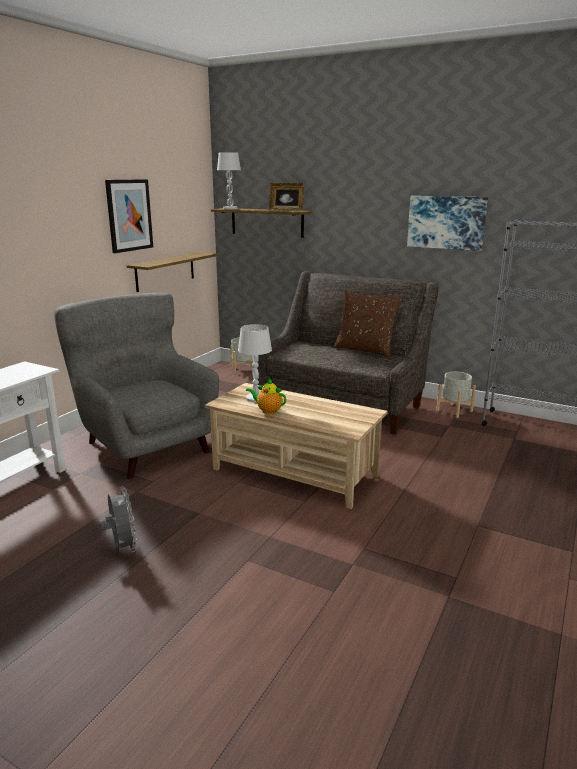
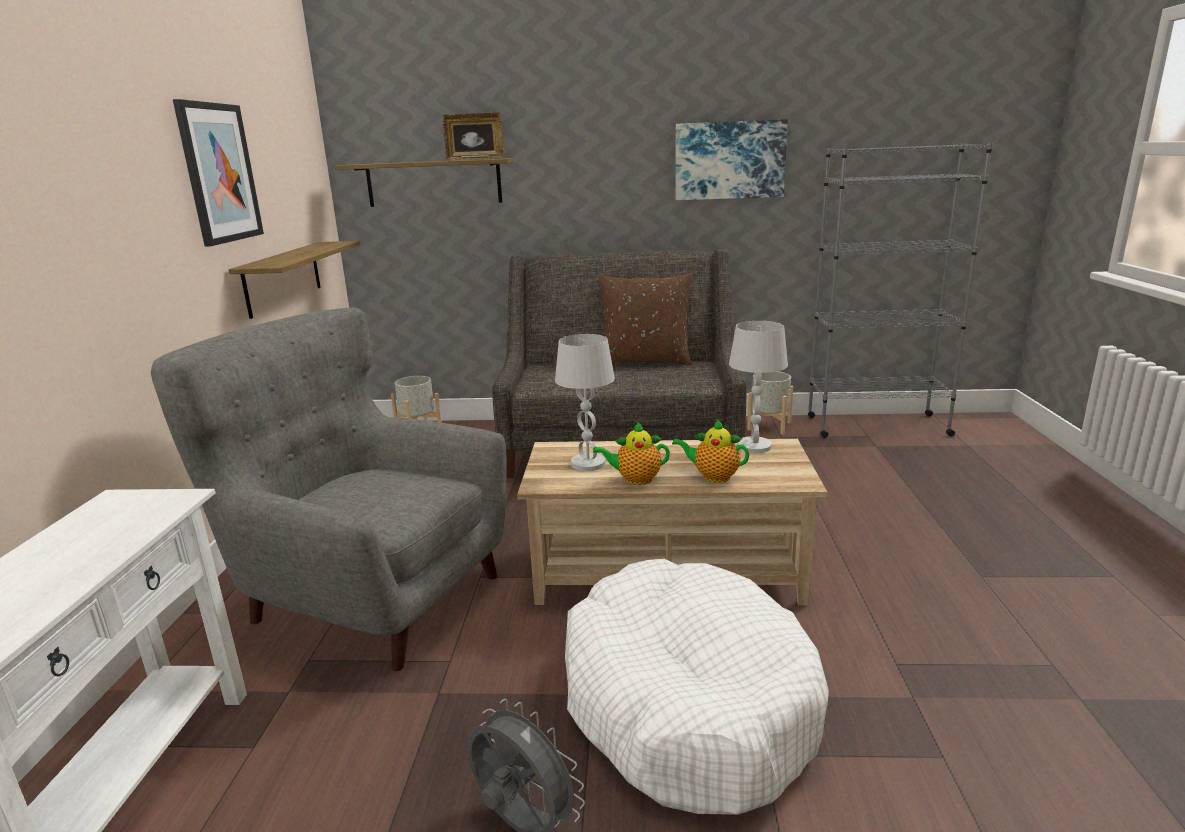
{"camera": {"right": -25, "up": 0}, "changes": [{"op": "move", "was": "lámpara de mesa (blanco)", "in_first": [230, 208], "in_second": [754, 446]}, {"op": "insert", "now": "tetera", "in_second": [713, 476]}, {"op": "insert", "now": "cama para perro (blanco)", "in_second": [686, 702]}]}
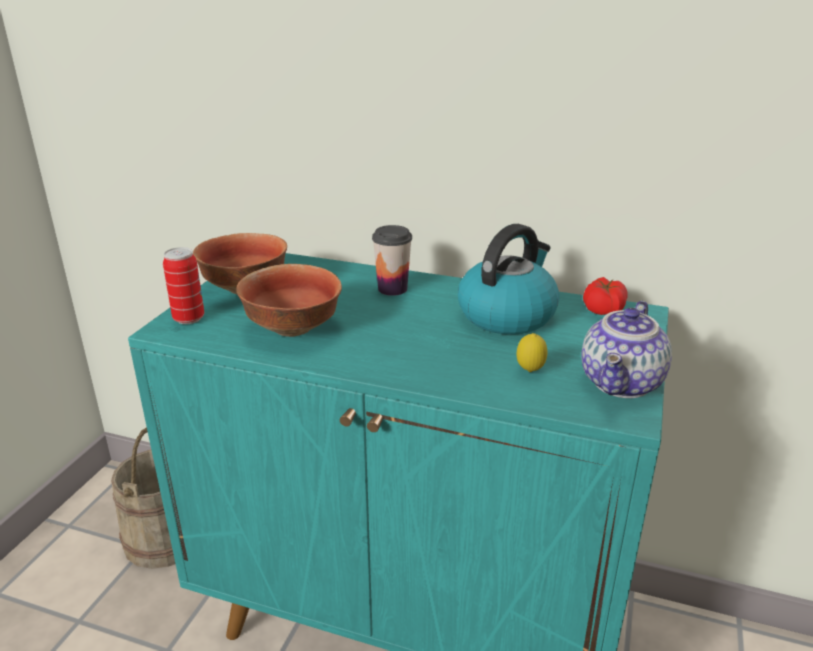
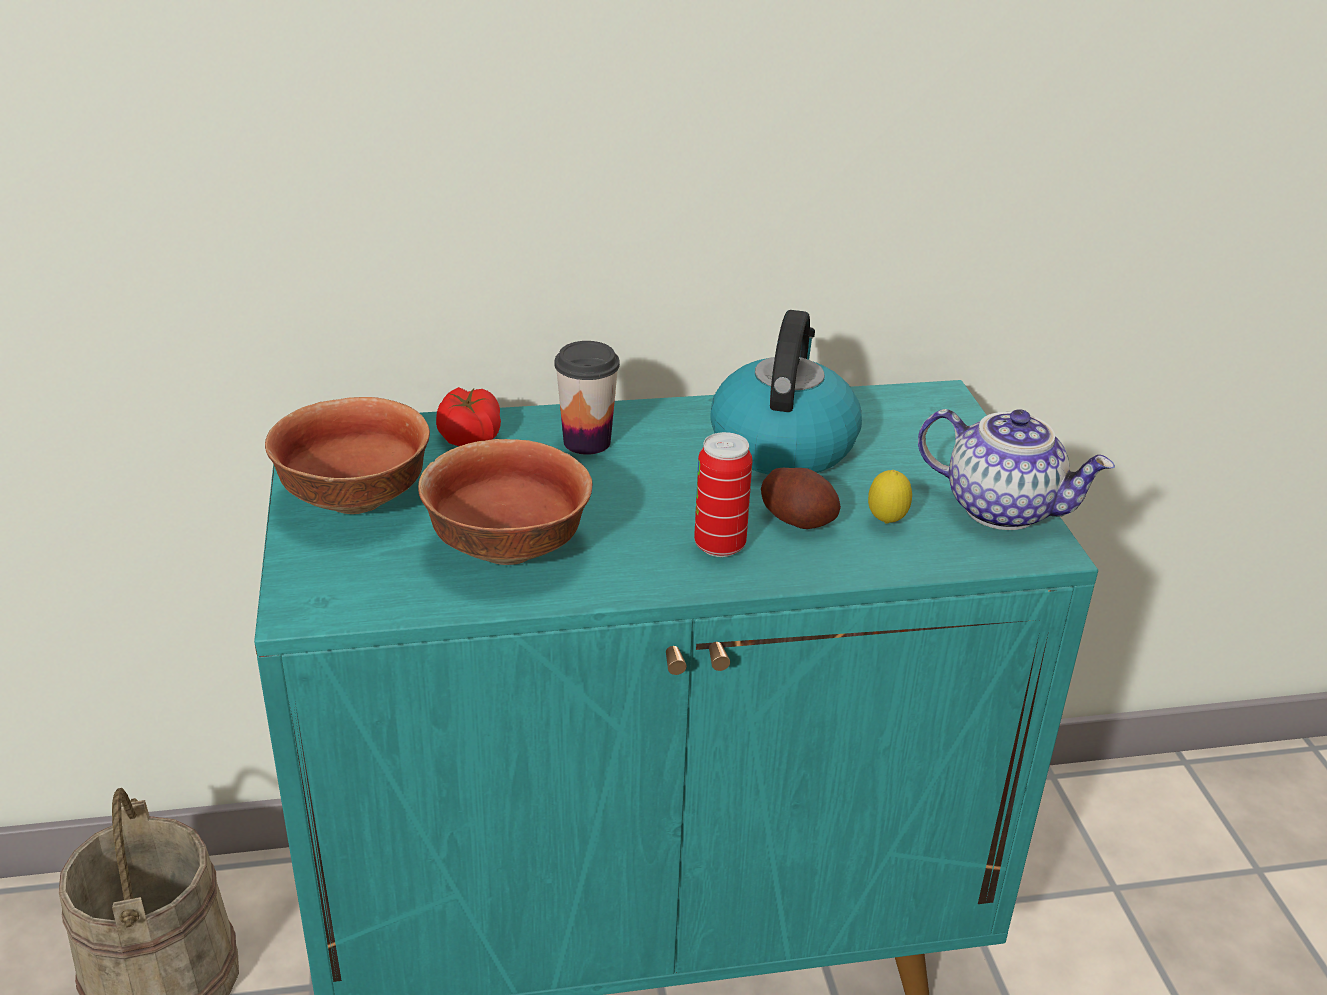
{"camera": {"right": -30, "up": 5}, "changes": [{"op": "move", "was": "lata", "in_first": [189, 318], "in_second": [719, 545]}, {"op": "move", "was": "tomate", "in_first": [603, 308], "in_second": [469, 435]}, {"op": "rotate", "was": "tetera", "in_first": [623, 384], "in_second": [1003, 508], "clockwise": -60}, {"op": "insert", "now": "patata", "in_second": [798, 519]}]}
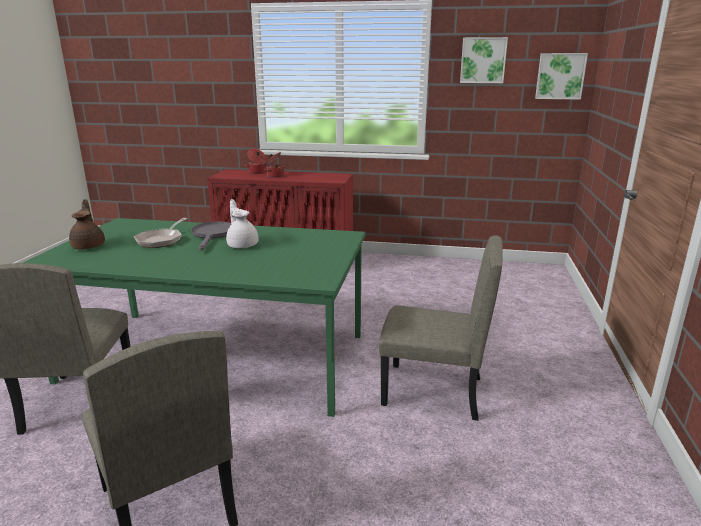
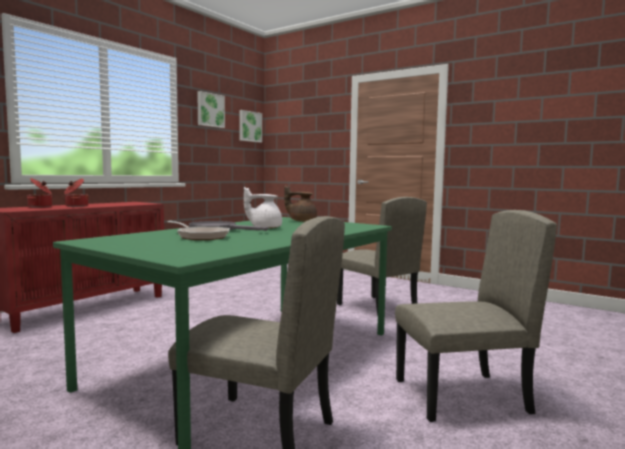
{"camera": {"right": -65, "up": -15}, "changes": [{"op": "move", "was": "tetera (marrón)", "in_first": [89, 246], "in_second": [302, 221]}, {"op": "rotate", "was": "silla (beis)", "in_first": [432, 391], "in_second": [376, 308], "clockwise": 105}]}
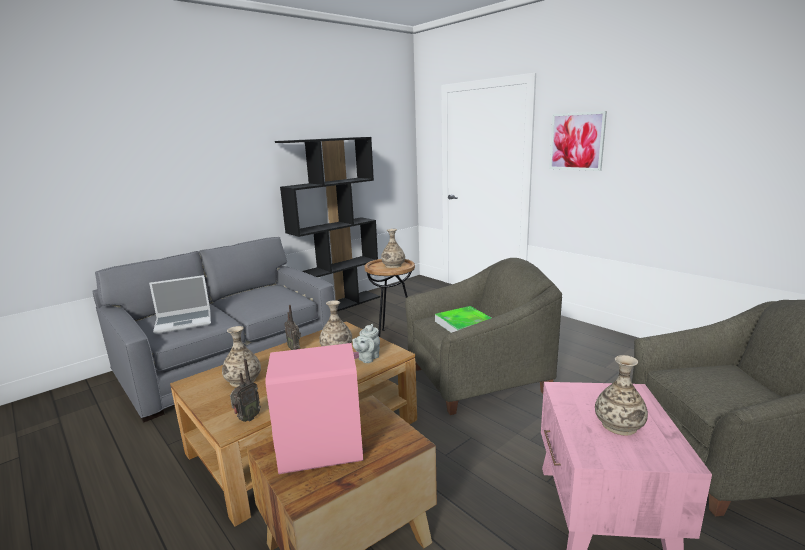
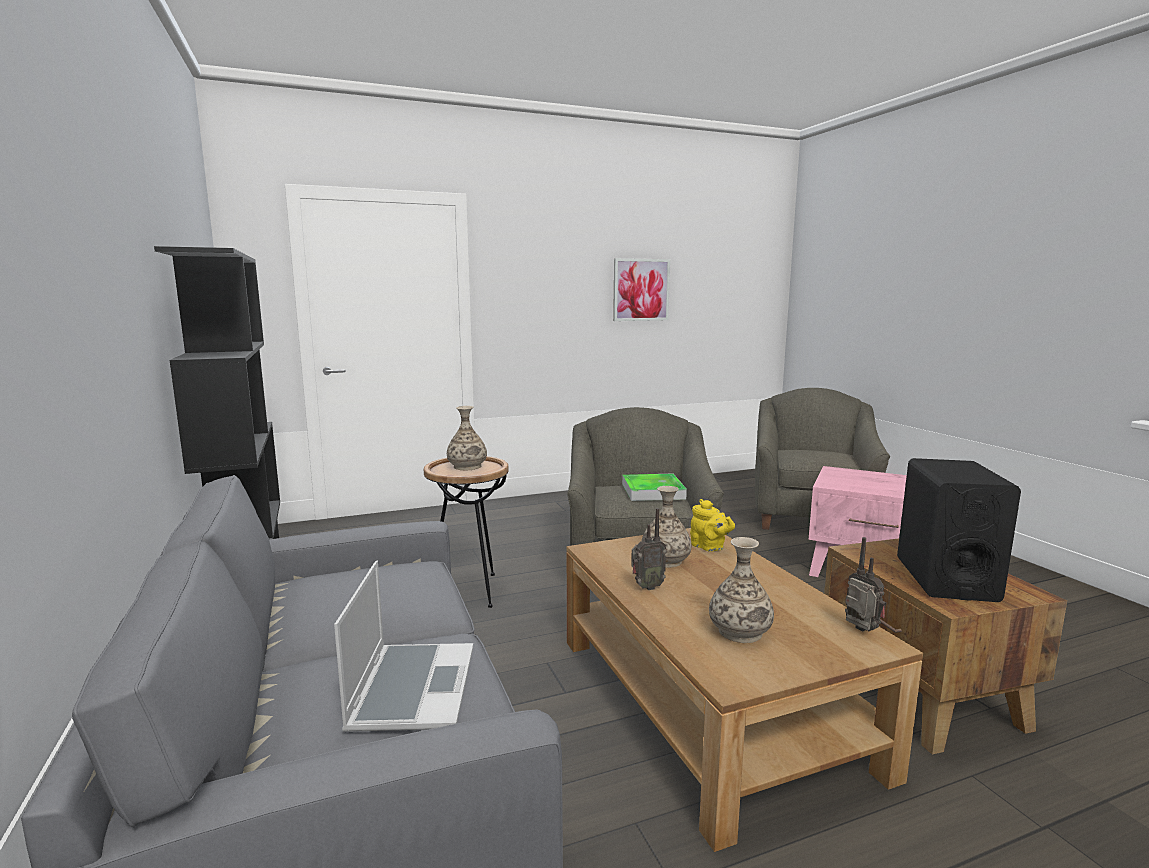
{"camera": {"right": -70, "up": -5}, "changes": [{"op": "move", "was": "cuadro", "in_first": [577, 141], "in_second": [641, 290]}, {"op": "recolor", "was": "tetera (gris)", "now": "tetera (amarillo)", "in_first": [367, 358], "in_second": [709, 547]}, {"op": "recolor", "was": "altavoz (rosa)", "now": "altavoz (negro)", "in_first": [321, 449], "in_second": [945, 579]}, {"op": "delete", "was": "florero", "in_first": [619, 425]}]}
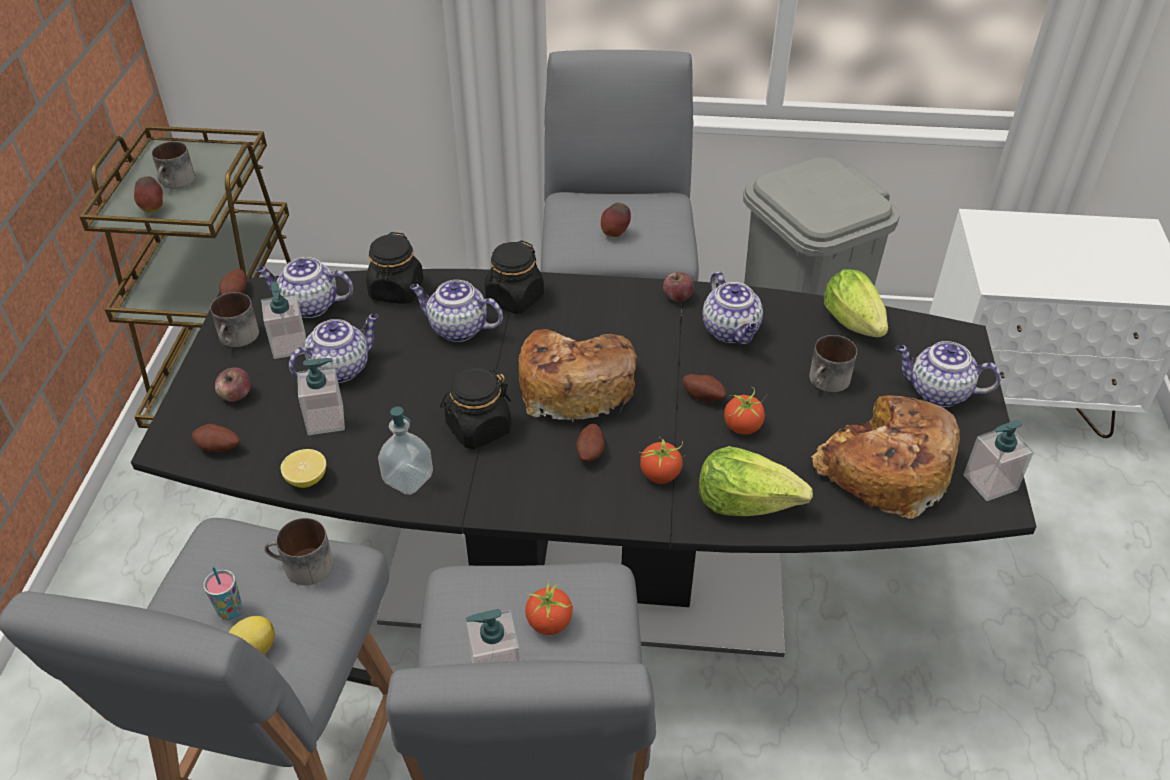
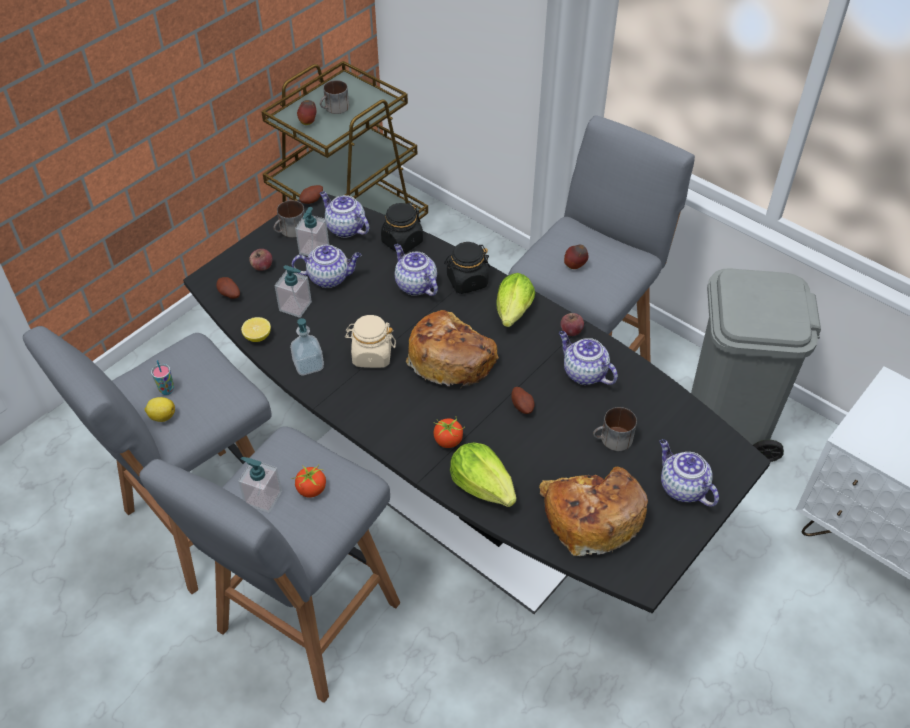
{"camera": {"right": 35, "up": 5}, "changes": [{"op": "move", "was": "lechuga", "in_first": [855, 326], "in_second": [512, 315]}, {"op": "rotate", "was": "tetera", "in_first": [731, 331], "in_second": [583, 373], "clockwise": 120}, {"op": "recolor", "was": "tarro (negro)", "now": "tarro (beis)", "in_first": [478, 428], "in_second": [372, 355]}, {"op": "delete", "was": "tomate", "in_first": [742, 426]}, {"op": "delete", "was": "dispensador de jabón", "in_first": [989, 482]}, {"op": "delete", "was": "patata", "in_first": [591, 452]}, {"op": "delete", "was": "taza grande", "in_first": [302, 567]}]}
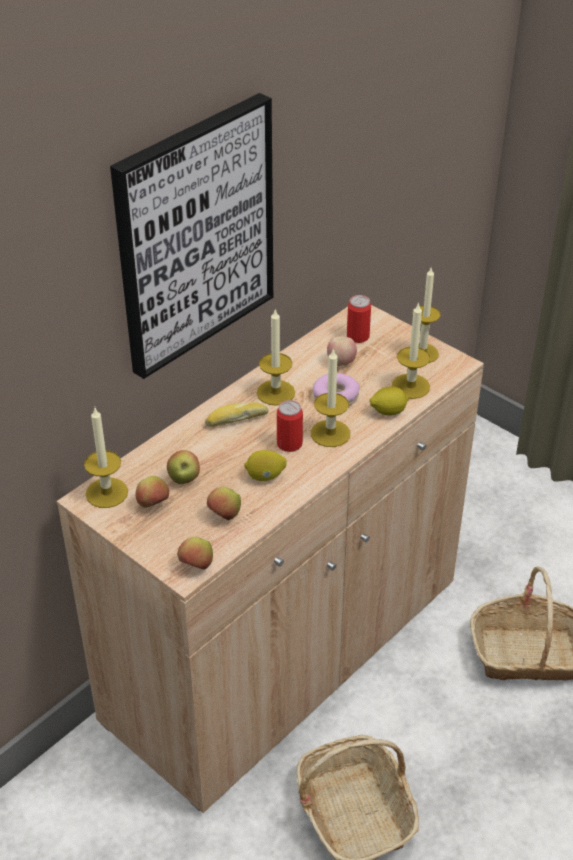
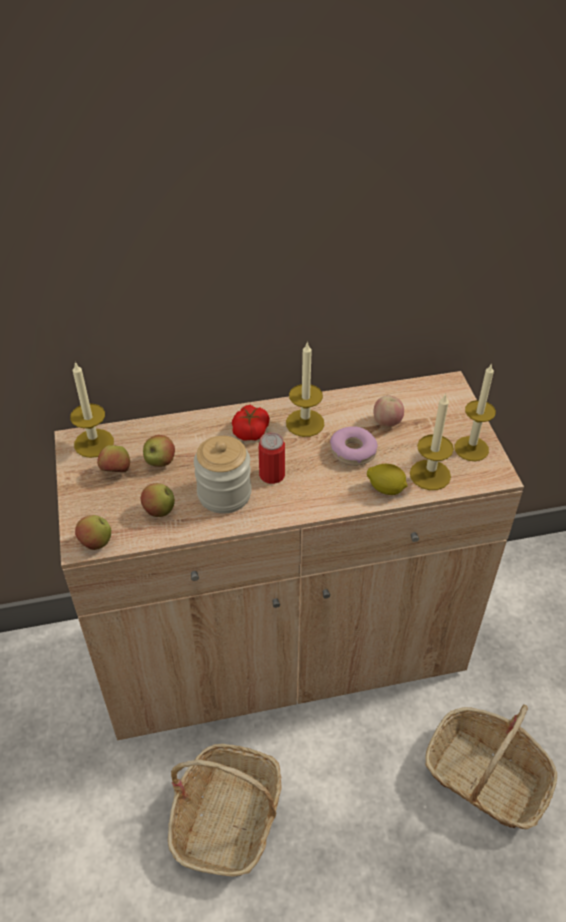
{"camera": {"right": 35, "up": 5}, "changes": [{"op": "delete", "was": "cuadro", "in_first": [194, 235]}, {"op": "delete", "was": "lata", "in_first": [358, 336]}, {"op": "delete", "was": "vela", "in_first": [330, 433]}, {"op": "replace", "was": "pan", "now": "tomate", "in_first": [236, 419], "in_second": [250, 431]}, {"op": "replace", "was": "limón", "now": "tarro", "in_first": [265, 476], "in_second": [224, 494]}]}
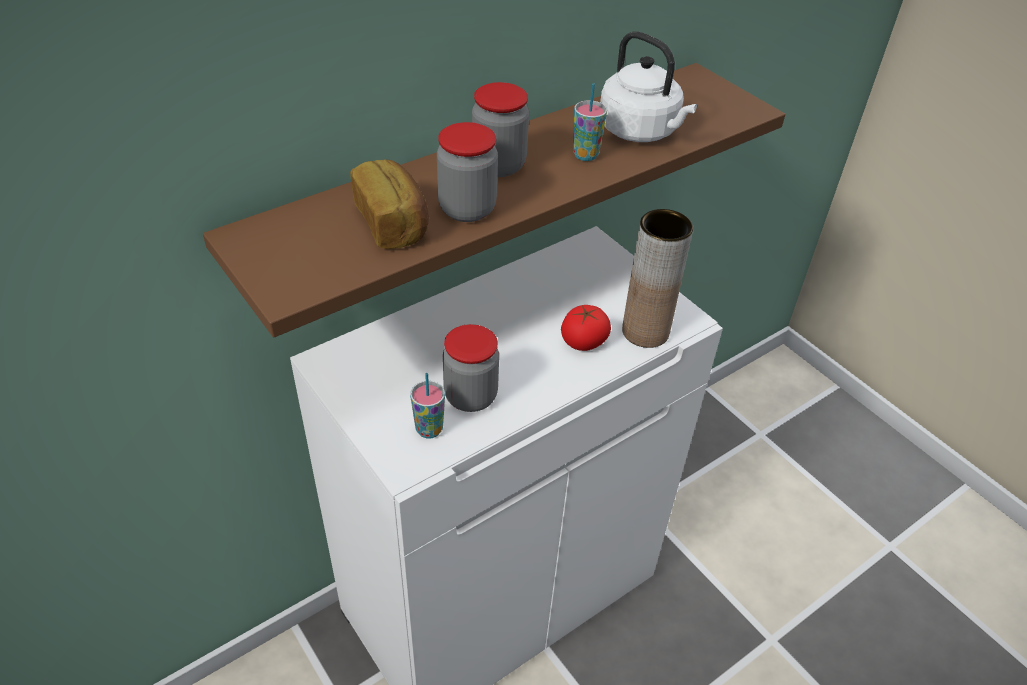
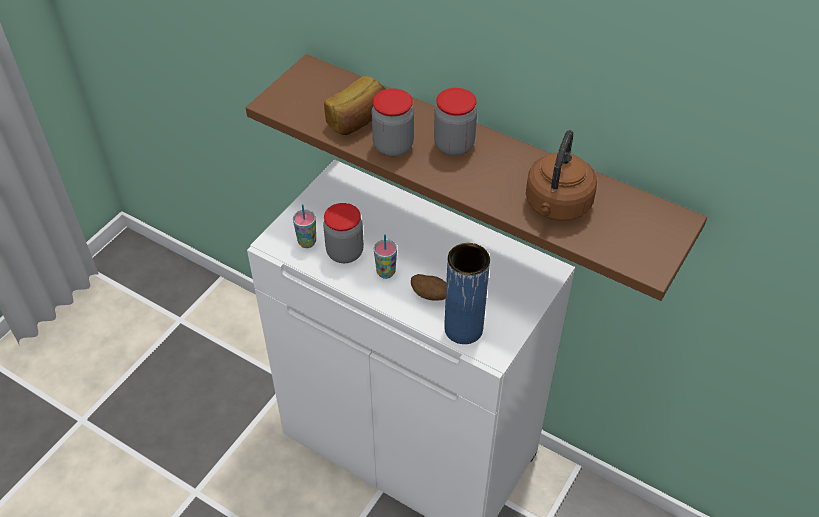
{"camera": {"right": 70, "up": 5}, "changes": [{"op": "recolor", "was": "hervidor (blanco)", "now": "hervidor (marrón)", "in_first": [641, 131], "in_second": [556, 206]}, {"op": "move", "was": "taza", "in_first": [585, 155], "in_second": [386, 272]}, {"op": "recolor", "was": "florero (marrón)", "now": "florero (azul)", "in_first": [645, 331], "in_second": [463, 329]}, {"op": "replace", "was": "tomate", "now": "patata", "in_first": [583, 342], "in_second": [430, 295]}]}
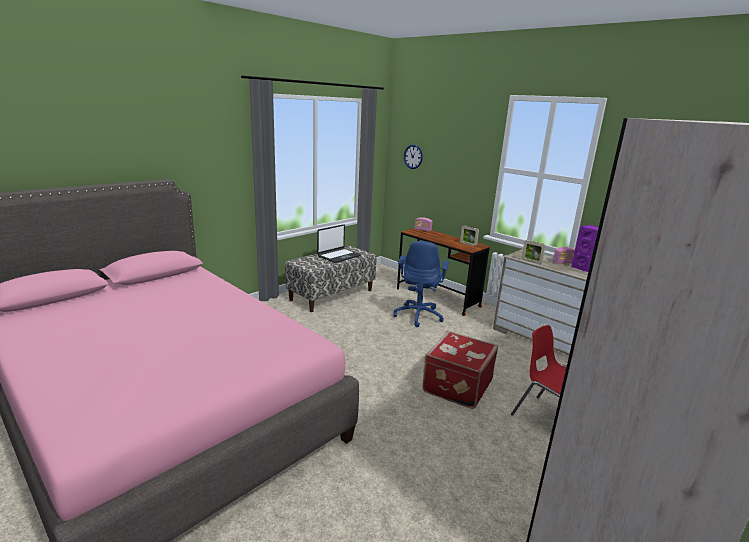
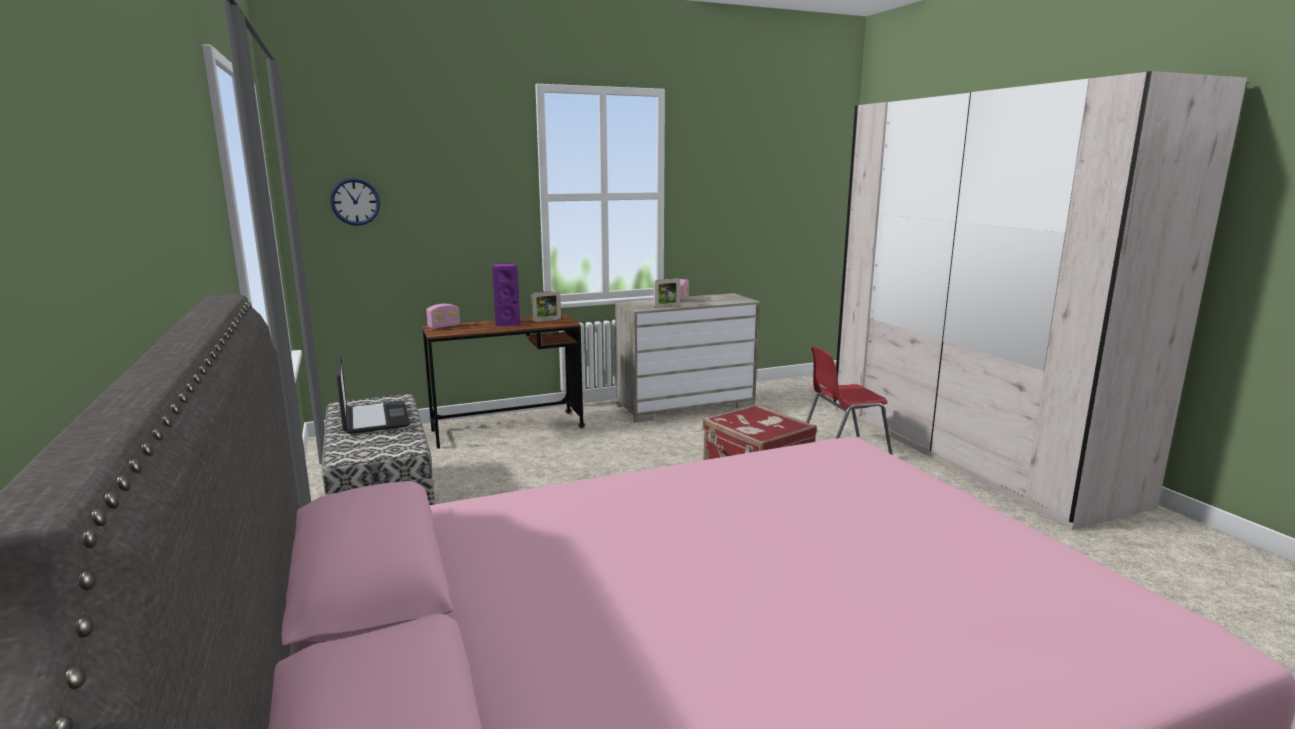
{"camera": {"right": -65, "up": -5}, "changes": [{"op": "move", "was": "altavoz (morado)", "in_first": [583, 268], "in_second": [507, 323]}, {"op": "delete", "was": "silla de oficina (azul)", "in_first": [418, 315]}]}
